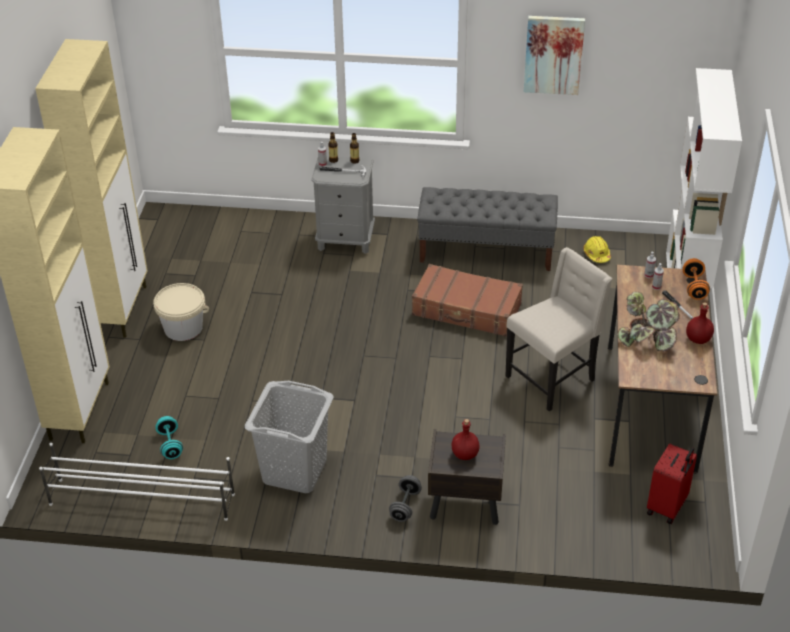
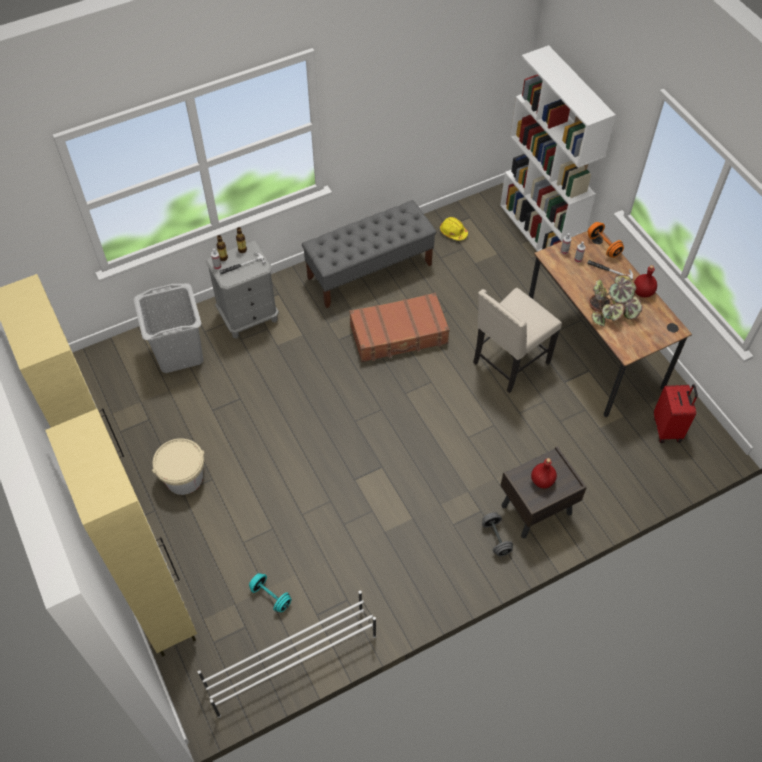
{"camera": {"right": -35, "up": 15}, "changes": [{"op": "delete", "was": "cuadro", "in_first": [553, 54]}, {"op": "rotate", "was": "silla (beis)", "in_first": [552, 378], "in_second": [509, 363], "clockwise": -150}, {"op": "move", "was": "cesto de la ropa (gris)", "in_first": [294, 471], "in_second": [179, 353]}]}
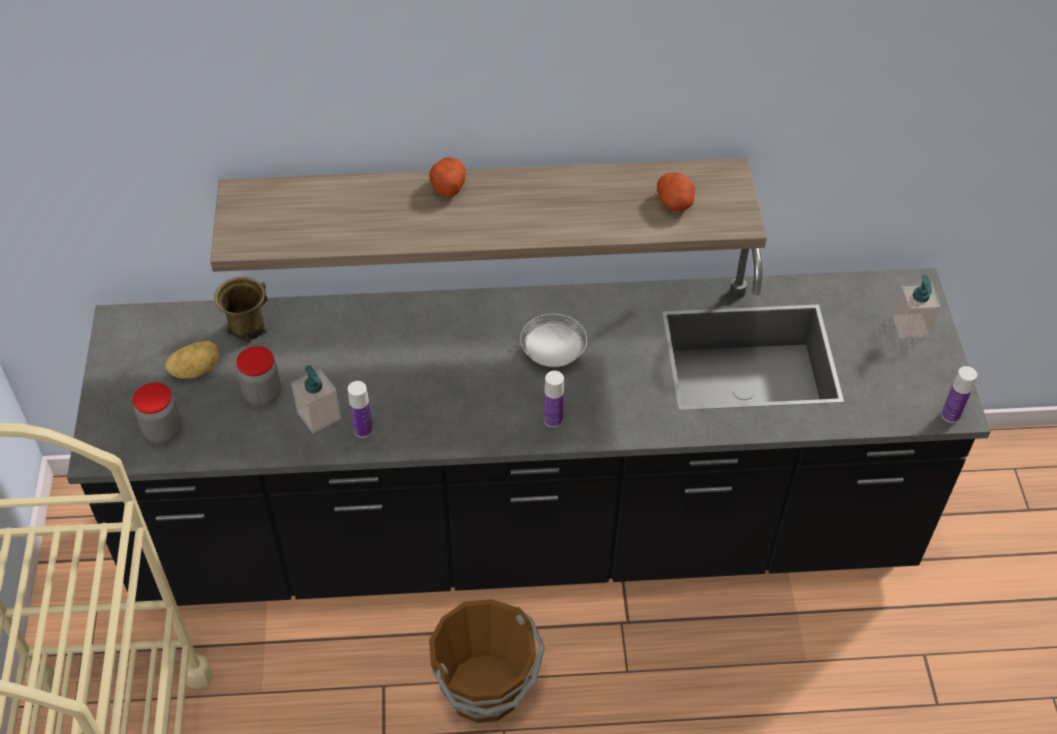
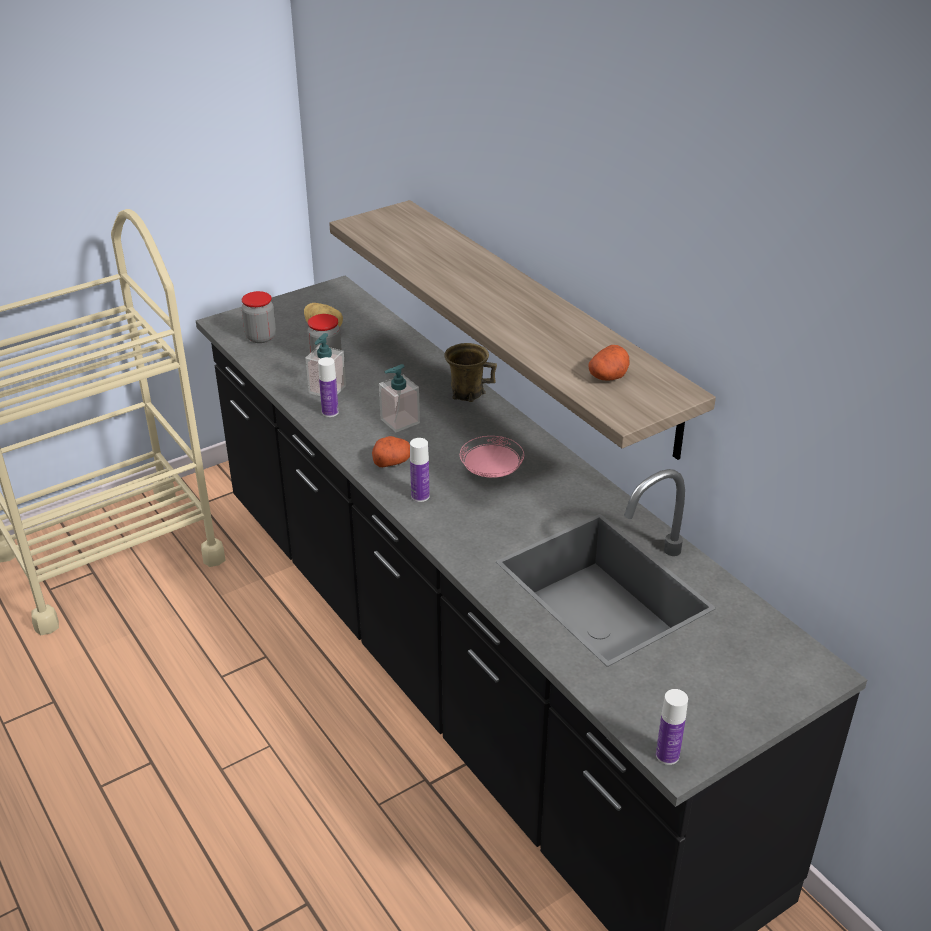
{"camera": {"right": 60, "up": -15}, "changes": [{"op": "move", "was": "patata", "in_first": [447, 186], "in_second": [392, 461]}, {"op": "move", "was": "dispensador de jabón", "in_first": [910, 326], "in_second": [399, 421]}, {"op": "move", "was": "taza grande (marrón)", "in_first": [247, 327], "in_second": [467, 392]}, {"op": "recolor", "was": "plato (blanco)", "now": "plato (rosa)", "in_first": [553, 352], "in_second": [492, 471]}, {"op": "delete", "was": "cubo (marrón)", "in_first": [486, 688]}]}
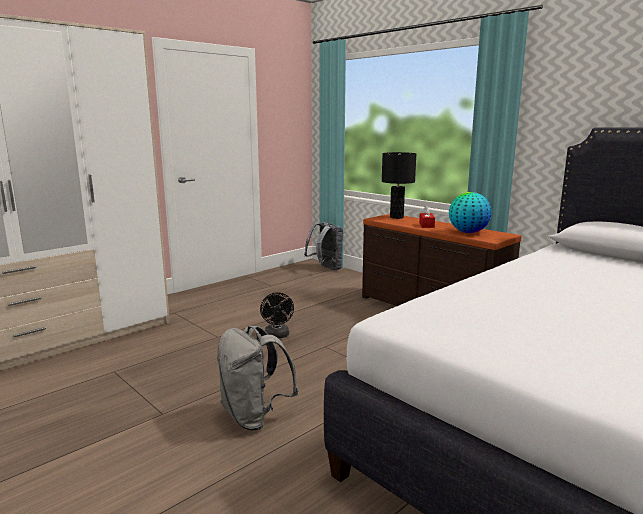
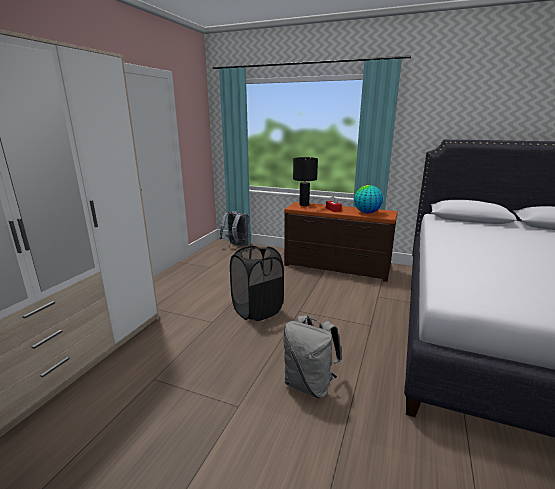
{"camera": {"right": -25, "up": 5}, "changes": [{"op": "replace", "was": "ventilador (negro)", "now": "cesto de la ropa (negro)", "in_first": [277, 336], "in_second": [257, 310]}]}
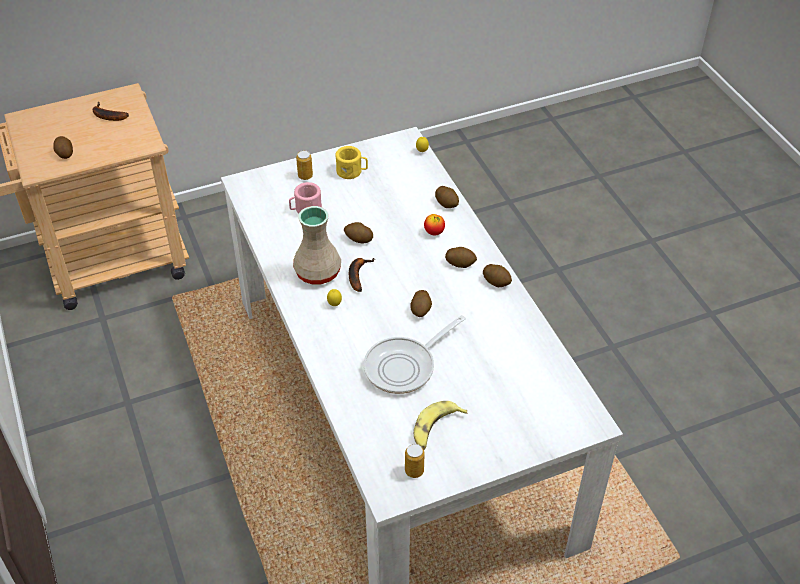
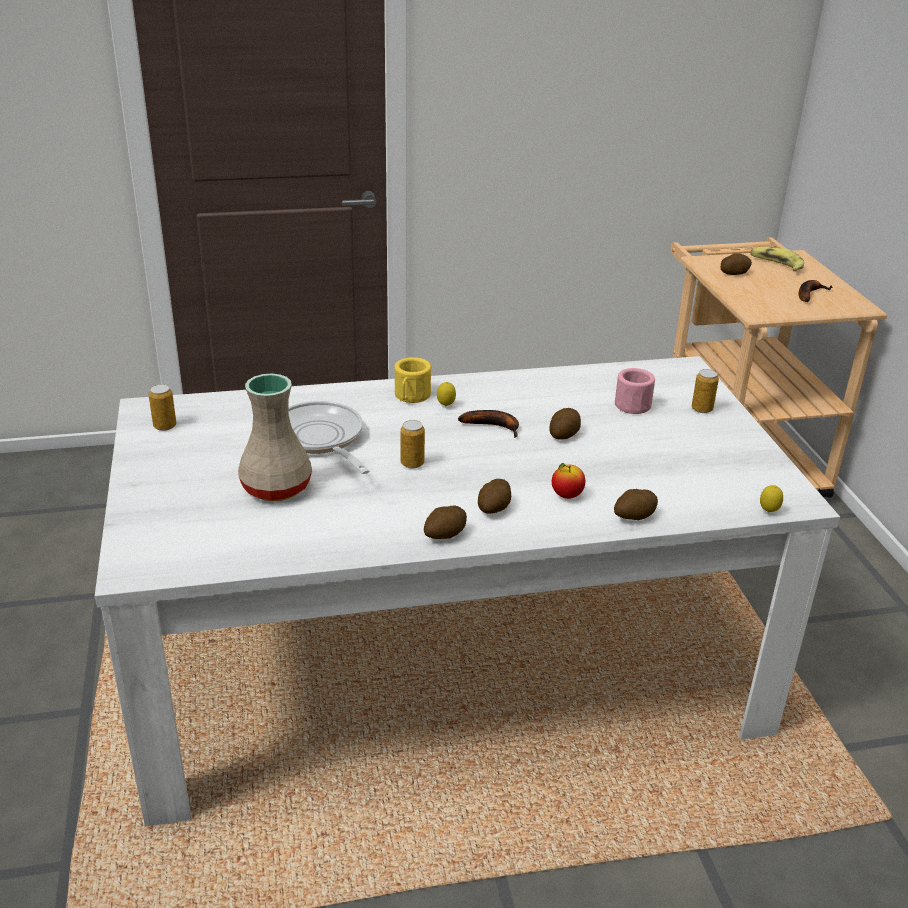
{"camera": {"right": 100, "up": -15}, "changes": [{"op": "move", "was": "taza grande (amarillo)", "in_first": [352, 171], "in_second": [411, 397]}, {"op": "move", "was": "florero (beis)", "in_first": [316, 272], "in_second": [277, 487]}, {"op": "replace", "was": "patata", "now": "lata", "in_first": [421, 310], "in_second": [412, 463]}, {"op": "move", "was": "plátano", "in_first": [435, 429], "in_second": [776, 265]}]}
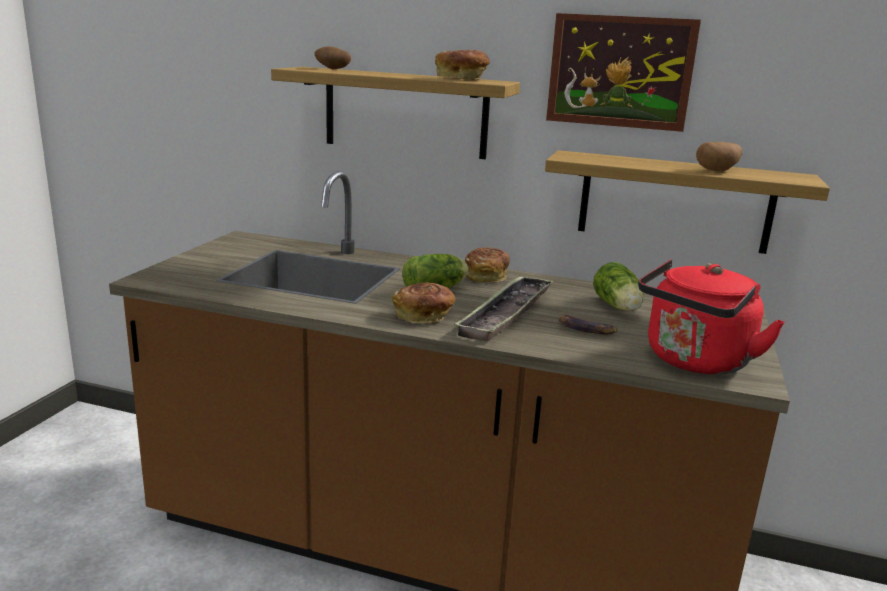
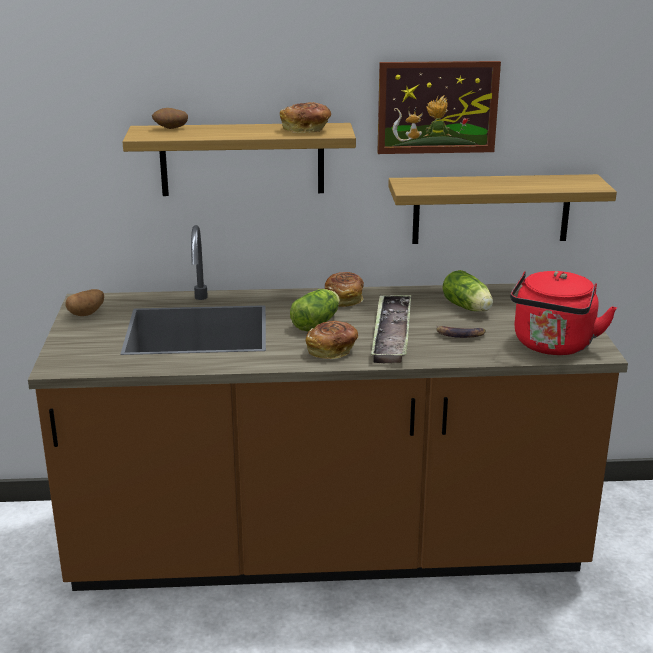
{"camera": {"right": -20, "up": 5}, "changes": [{"op": "move", "was": "patata", "in_first": [717, 170], "in_second": [86, 313]}]}
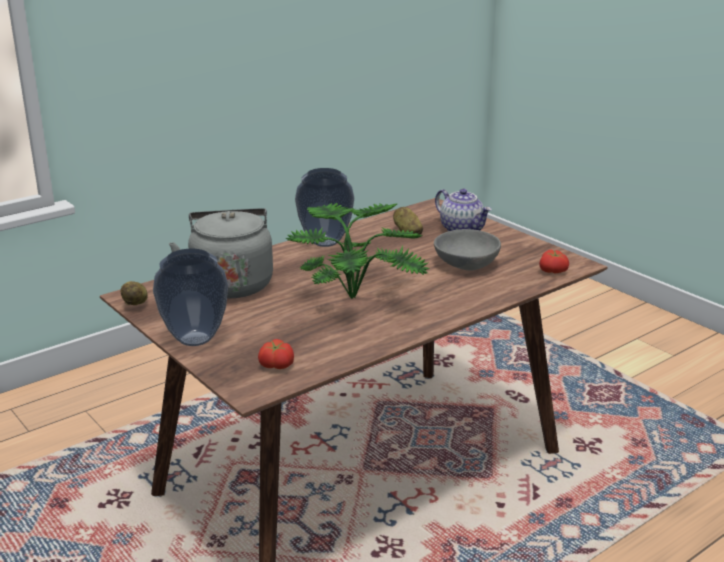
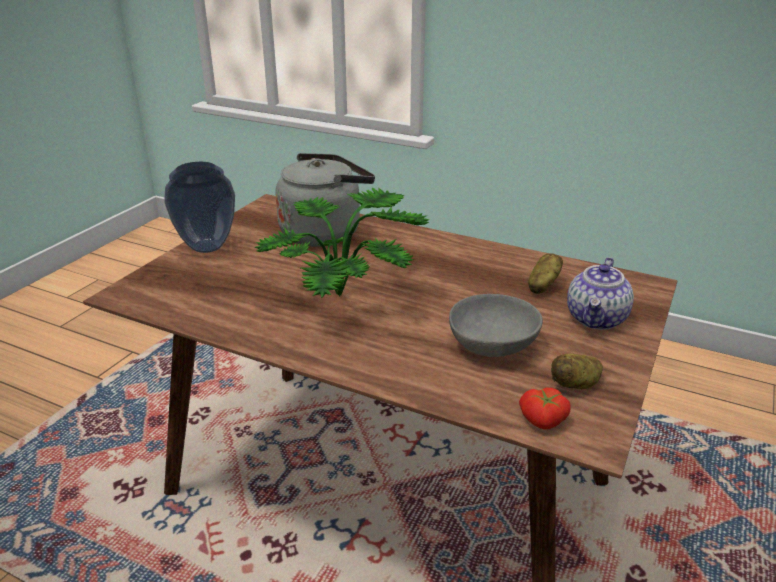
{"camera": {"right": 65, "up": 5}, "changes": [{"op": "delete", "was": "florero", "in_first": [324, 242]}, {"op": "move", "was": "patata", "in_first": [136, 303], "in_second": [576, 384]}, {"op": "delete", "was": "tomate", "in_first": [276, 366]}]}
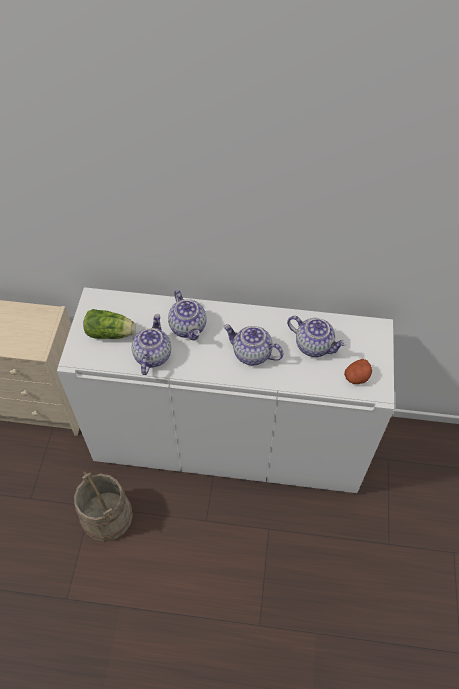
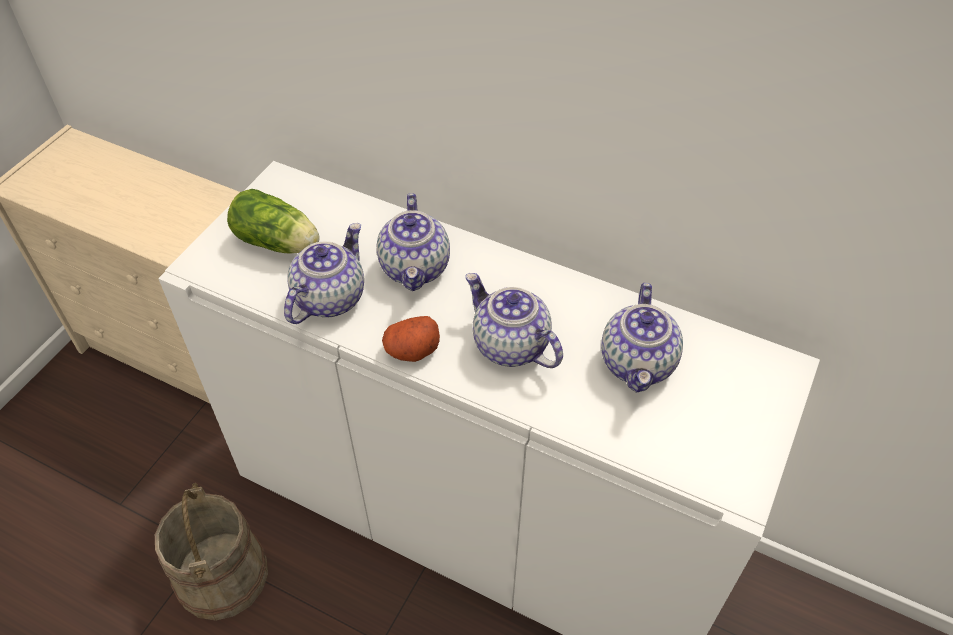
{"camera": {"right": 20, "up": -5}, "changes": [{"op": "rotate", "was": "tetera", "in_first": [314, 345], "in_second": [638, 364], "clockwise": 45}, {"op": "move", "was": "patata", "in_first": [357, 377], "in_second": [412, 350]}]}
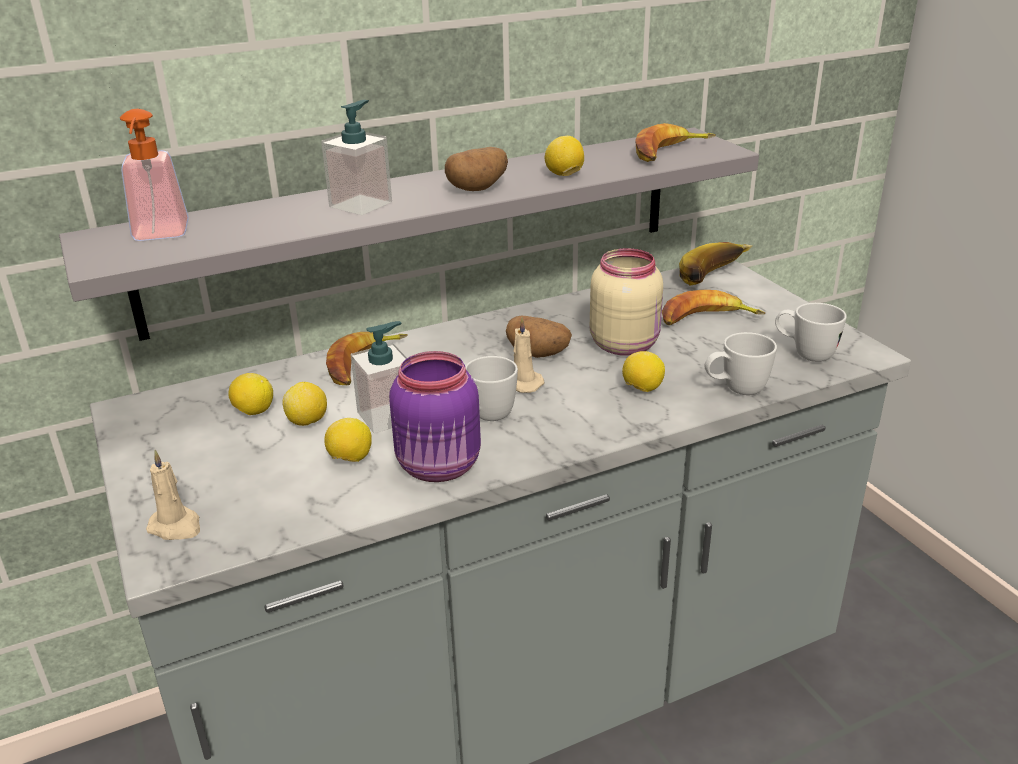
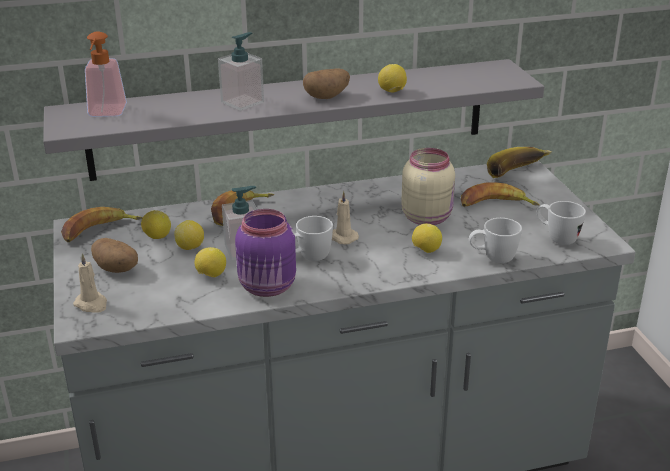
{"camera": {"right": 10, "up": 0}, "changes": [{"op": "move", "was": "plátano", "in_first": [670, 152], "in_second": [99, 230]}, {"op": "move", "was": "patata", "in_first": [539, 354], "in_second": [117, 269]}]}
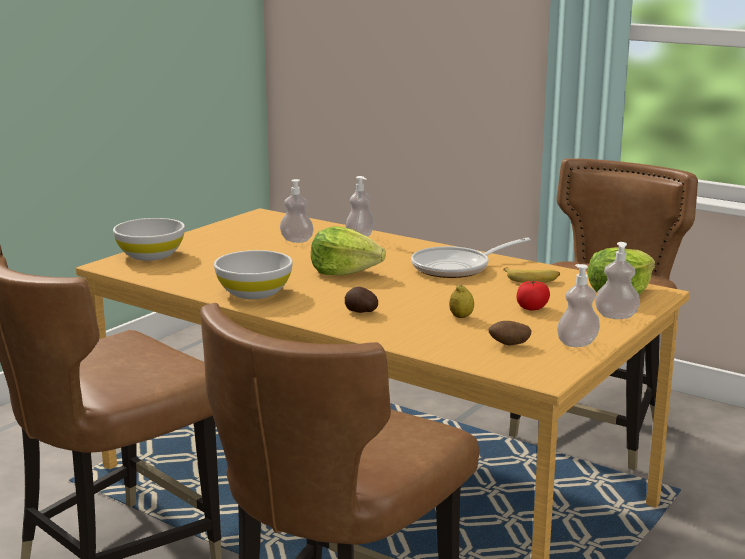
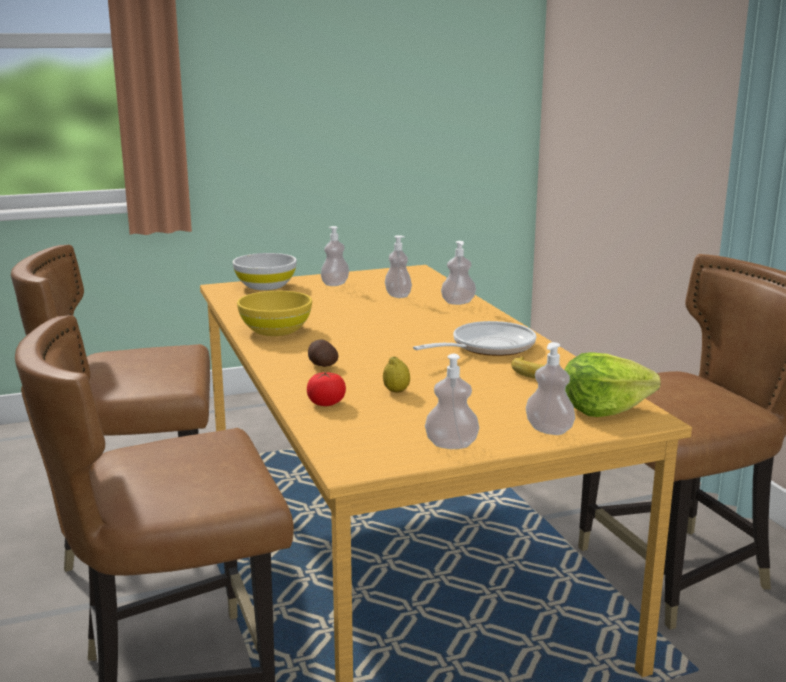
{"camera": {"right": 35, "up": 0}, "changes": [{"op": "delete", "was": "lechuga", "in_first": [344, 272]}, {"op": "rotate", "was": "sartén", "in_first": [456, 268], "in_second": [487, 347], "clockwise": 135}, {"op": "recolor", "was": "cuenco (blanco)", "now": "cuenco (amarillo)", "in_first": [254, 292], "in_second": [276, 330]}, {"op": "move", "was": "tomate", "in_first": [532, 308], "in_second": [326, 403]}, {"op": "delete", "was": "patata", "in_first": [509, 345]}, {"op": "insert", "now": "dispensador de jabón", "in_second": [335, 284]}]}
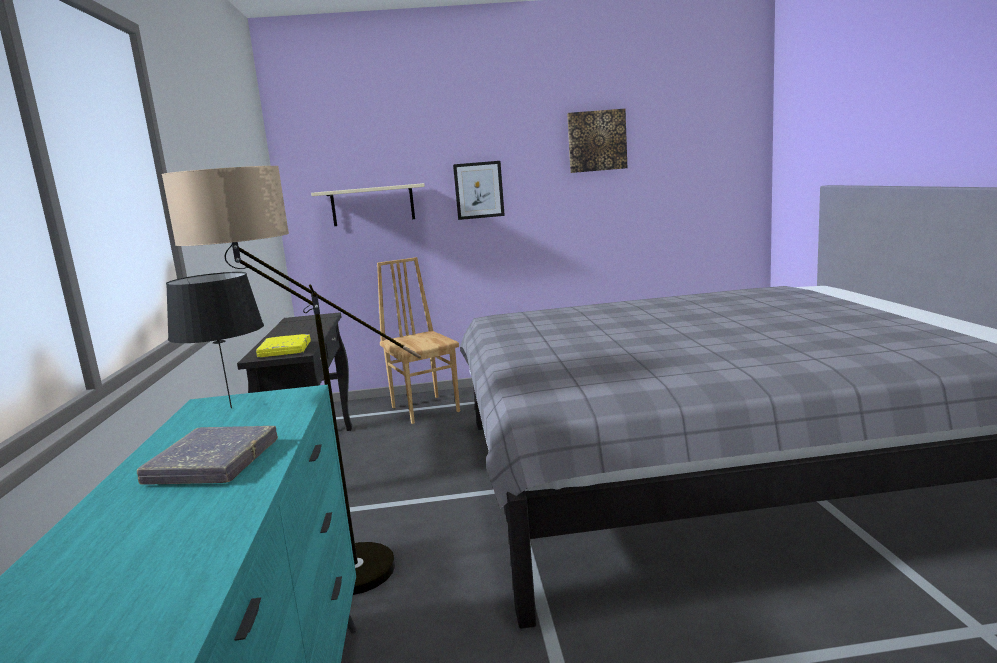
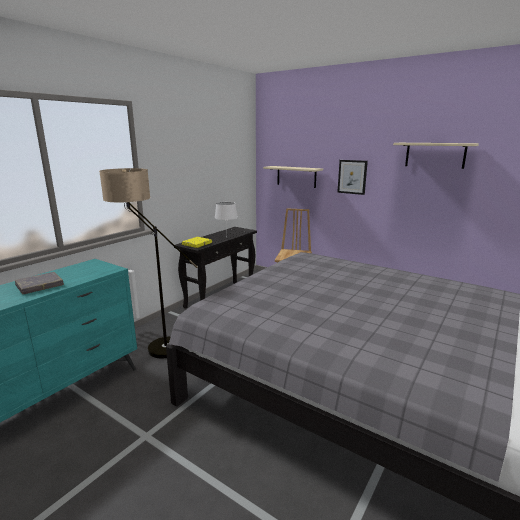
{"camera": {"right": 40, "up": 5}, "changes": [{"op": "replace", "was": "cuadro", "now": "estante (beis)", "in_first": [597, 141], "in_second": [435, 155]}, {"op": "delete", "was": "lámpara de mesa (negro)", "in_first": [232, 407]}, {"op": "insert", "now": "lámpara de mesa (blanco)", "in_second": [226, 237]}]}
